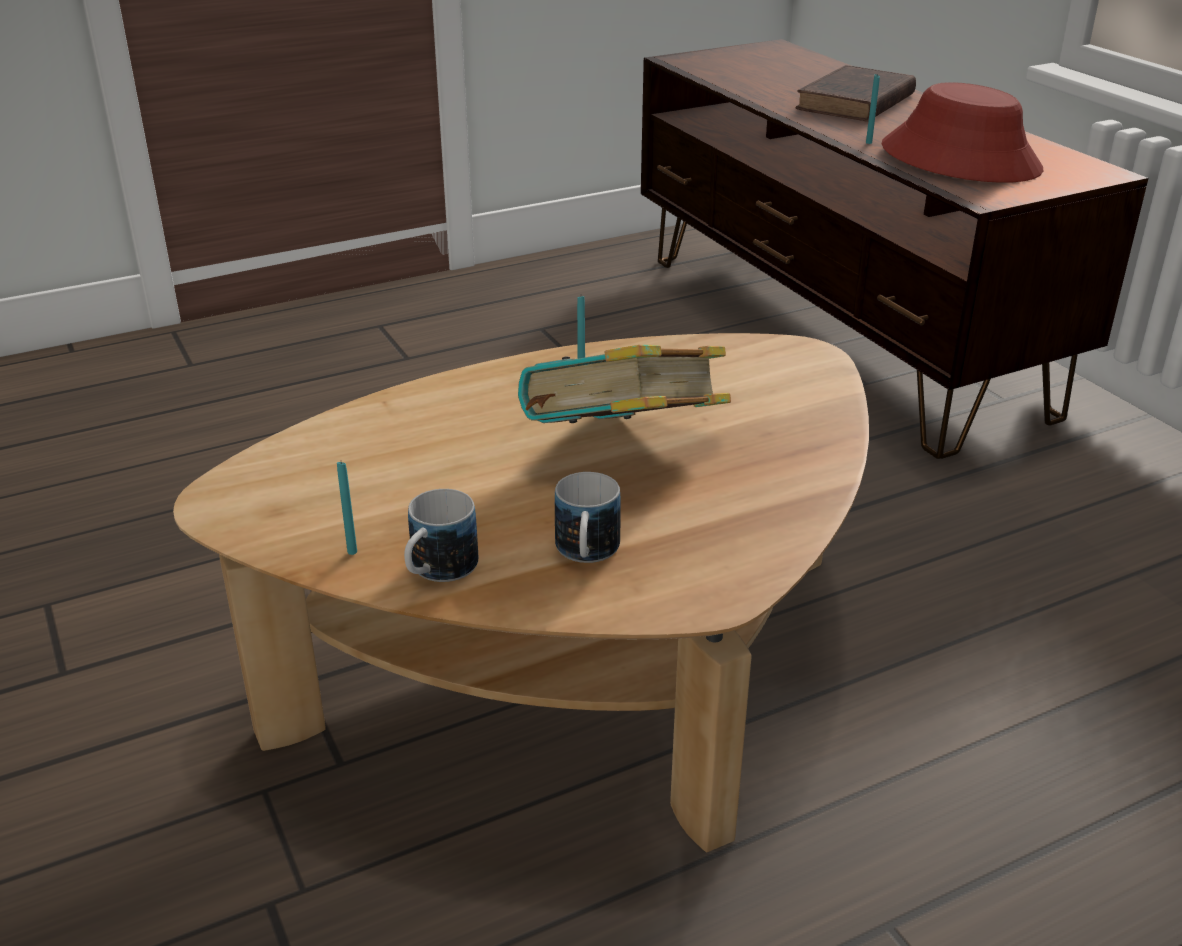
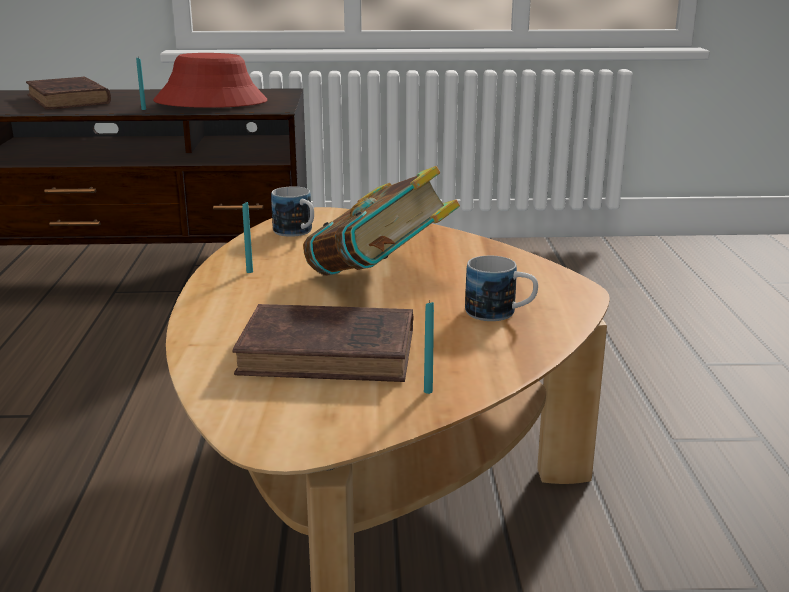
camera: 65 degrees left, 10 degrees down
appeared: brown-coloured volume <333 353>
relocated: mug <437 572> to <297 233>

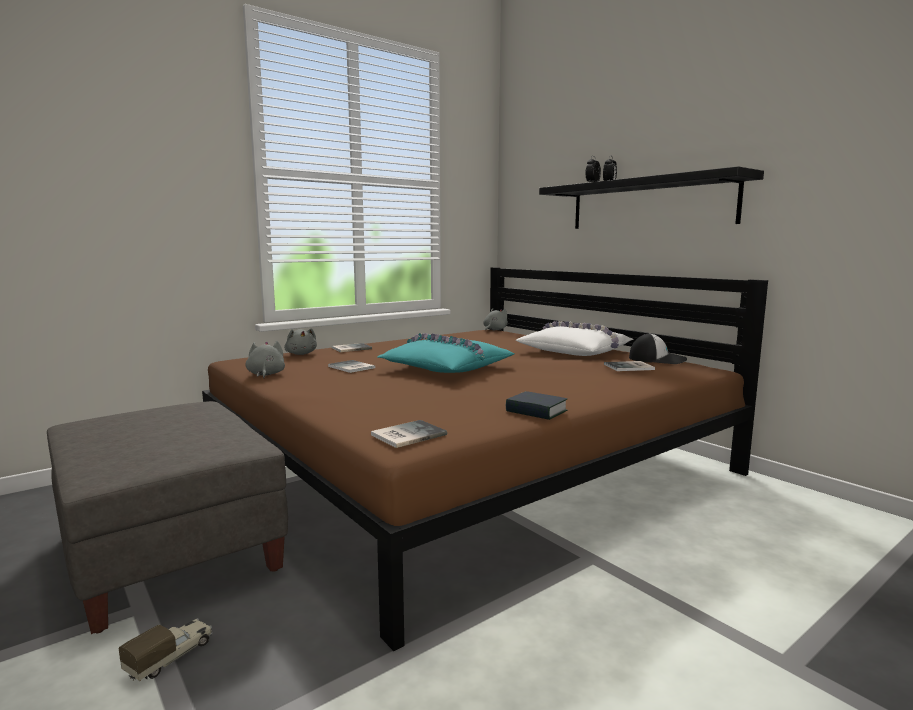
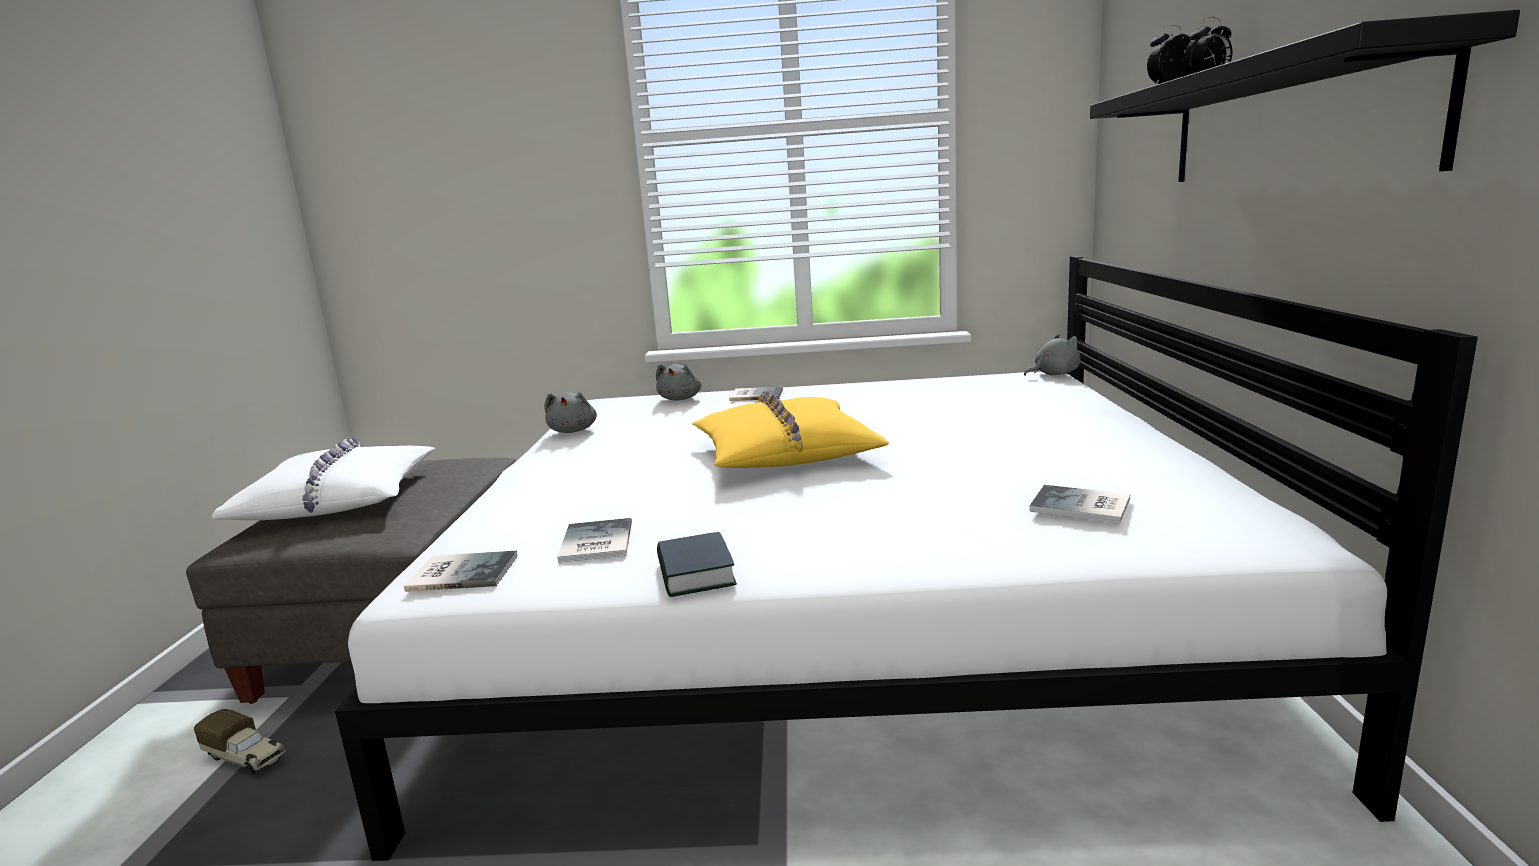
camera: 40 degrees right, 5 degrees up
missing: cap <657 359>
relocated: white throw pillow <575 351> to <339 499>; volume <351 367> to <593 543>
colour: brown-coloured bedroom bed <467 463> to white bedroom bed <843 609>; turquoise-coloured throw pillow <445 368> to yellowish throw pillow <784 453>
spun: toy truck <171 657> = <246 758> 45 degrees clockwise; grey plush toy <265 374> = <573 431> 150 degrees clockwise

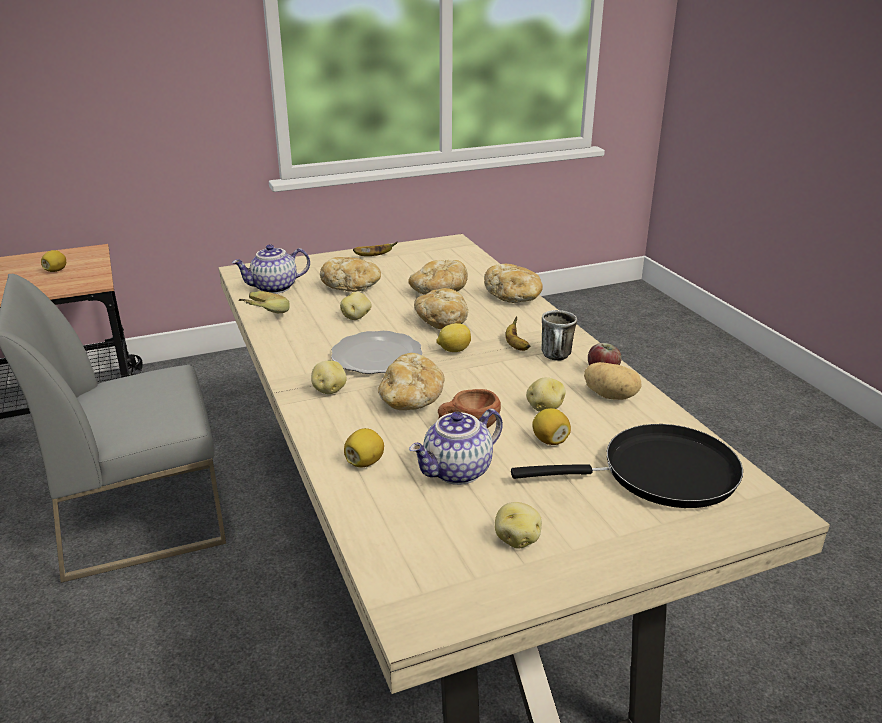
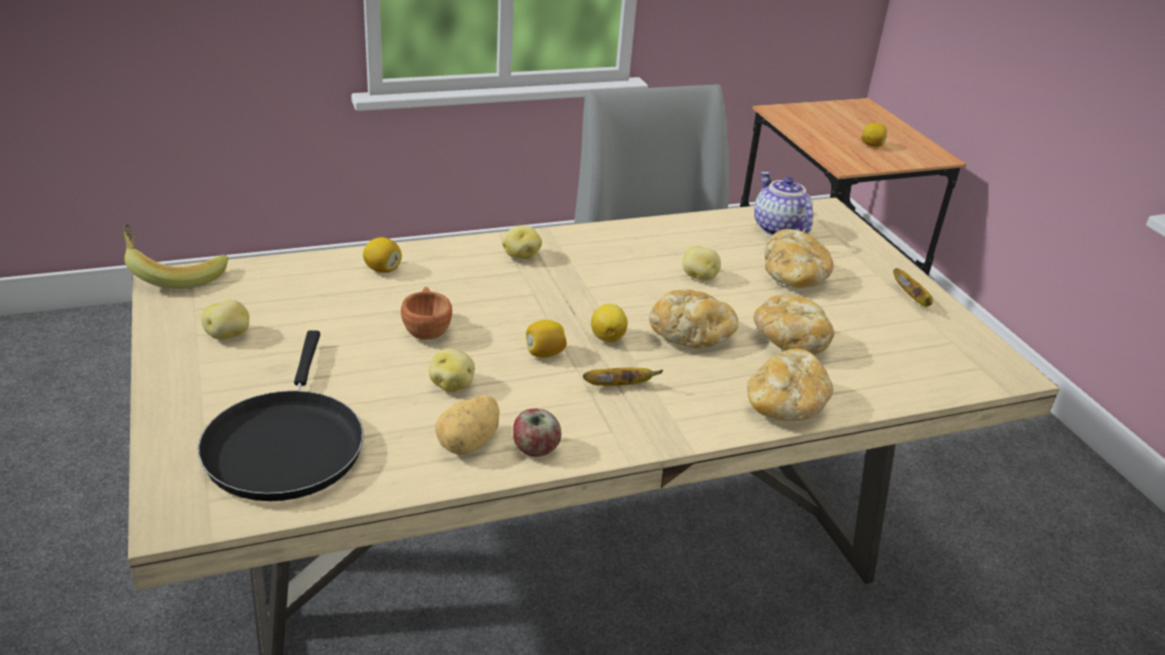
camera: 90 degrees right, 5 degrees up
missing: plate <375 356>; bakery bread <411 400>; tea pot <458 472>; mug <557 358>
relocated: whole banana <258 317> to <174 273>; citrus fruit <550 440> to <544 353>

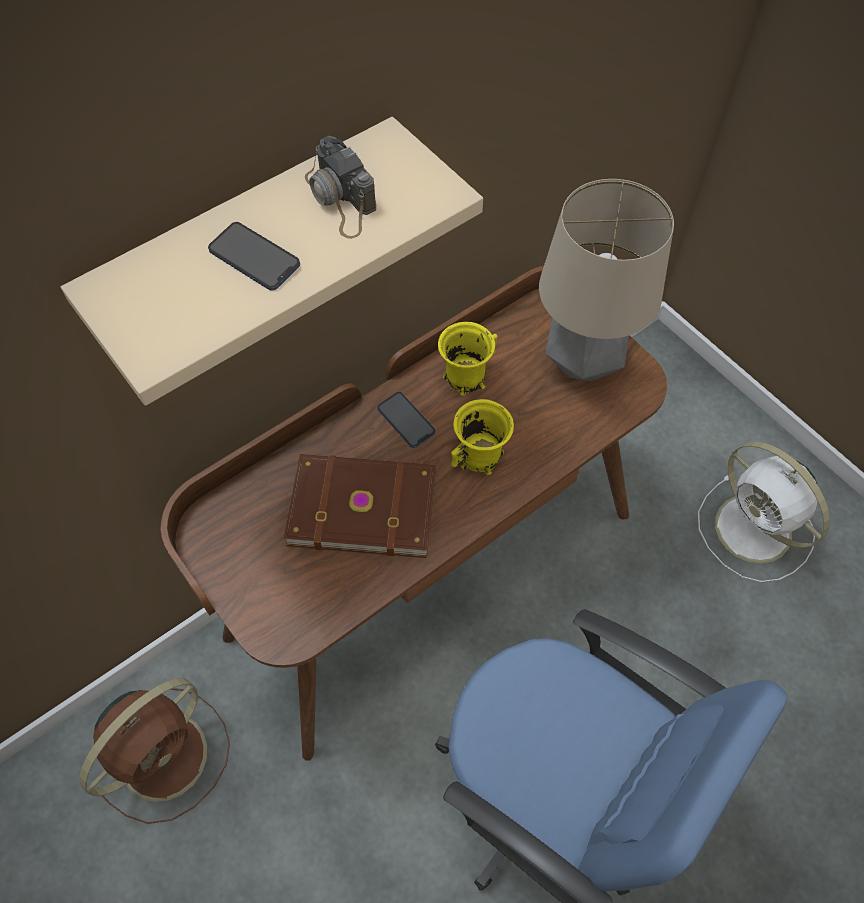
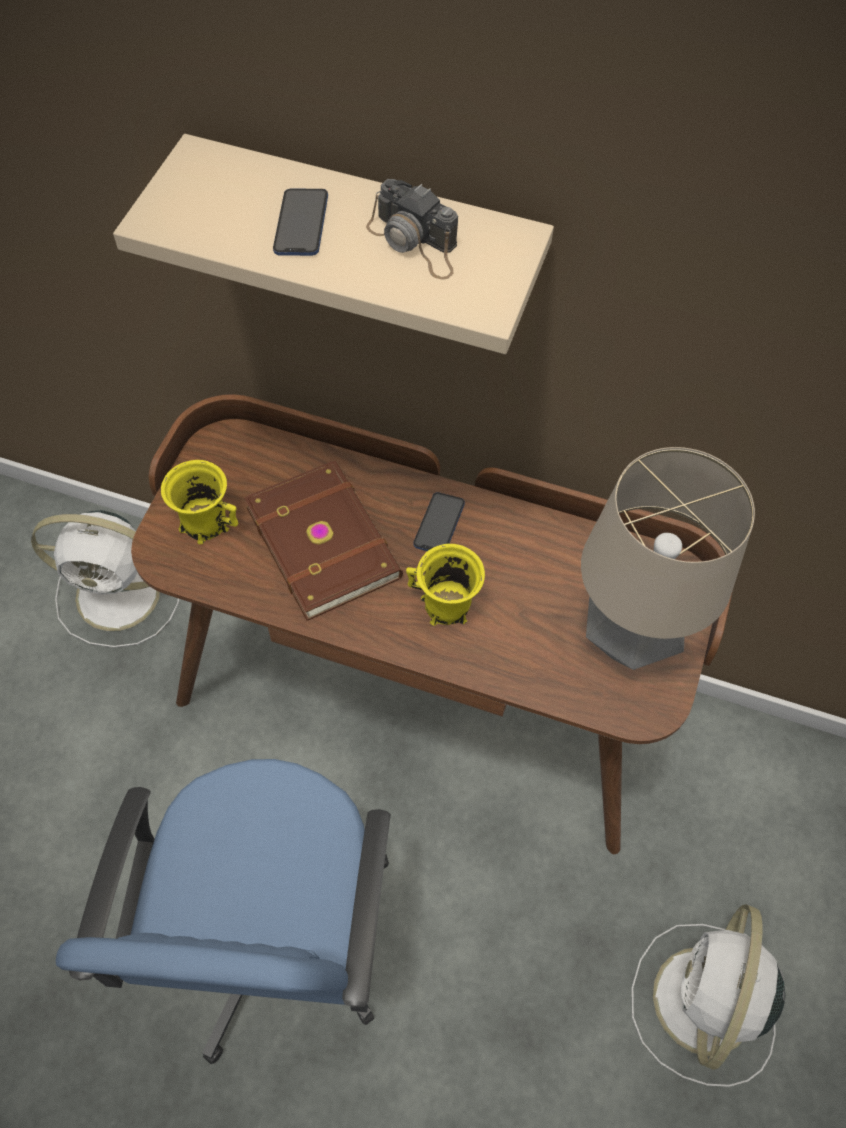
camera: 55 degrees right, 0 degrees up
relocated: yellowish mug <464 377> to <205 522>
colour: brown-coloured cooling fan <167 752> to white cooling fan <122 594>
spun: still camera <340 199> = <415 243> 75 degrees counterclockwise

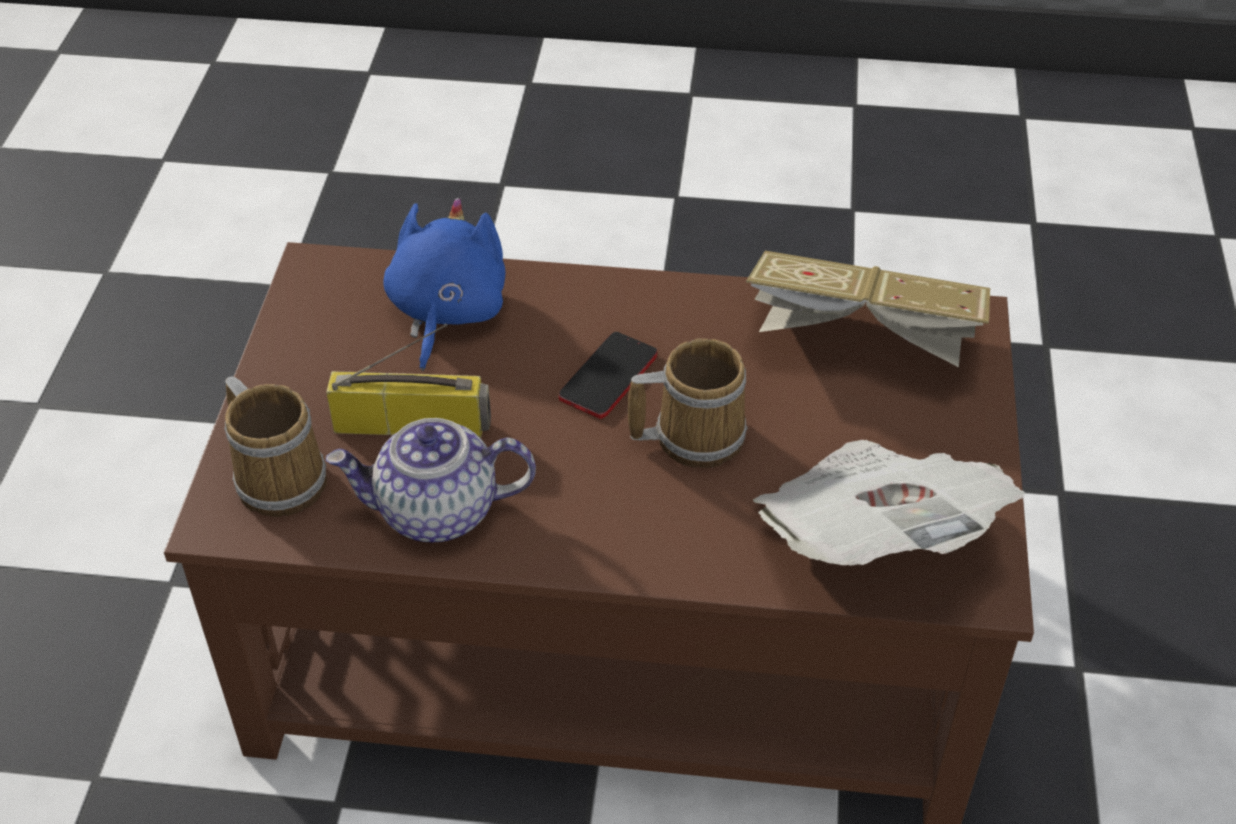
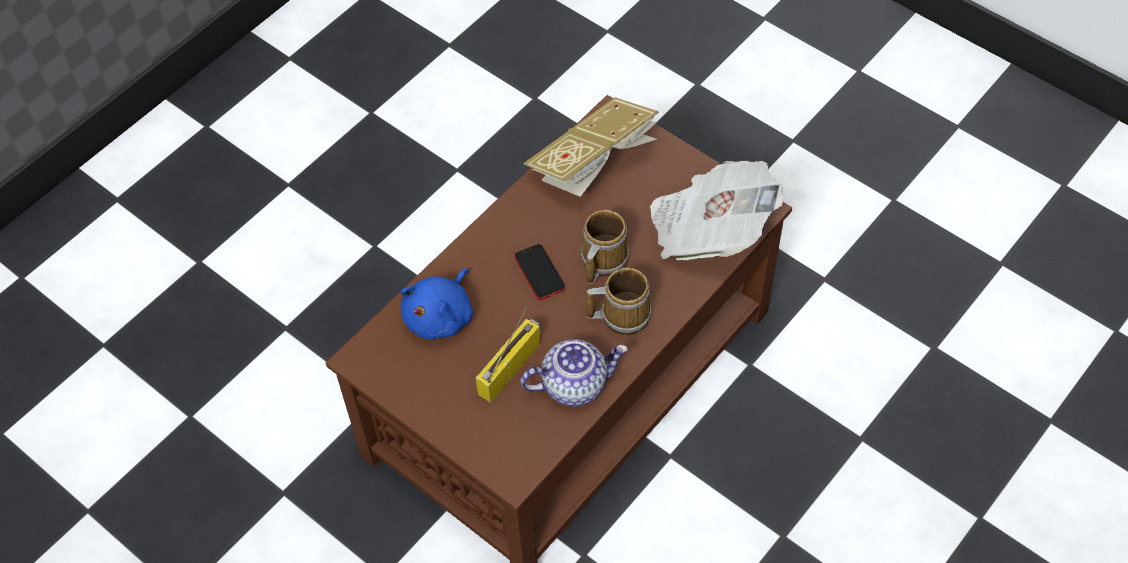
camera: 55 degrees left, 10 degrees up
relocated: mug <280 477> to <622 314>
spun: blue plush toy <446 312> = <441 316> 105 degrees counterclockwise; tea pot <436 512> = <574 384> 135 degrees counterclockwise

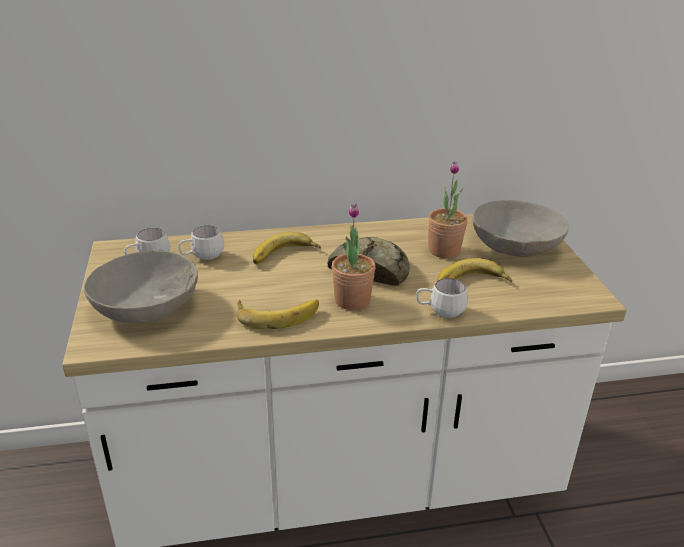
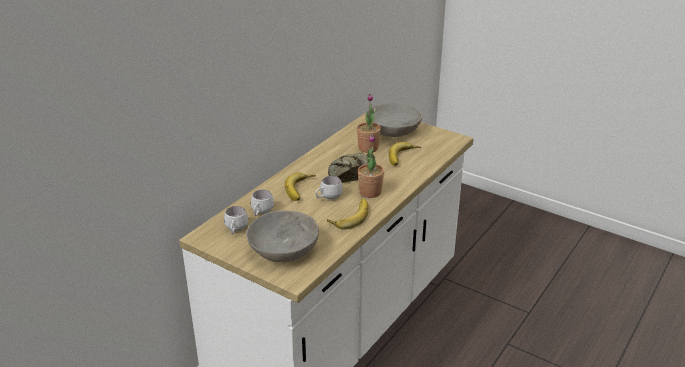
camera: 45 degrees left, 0 degrees up
relocated: white mug <440 311> to <328 198>

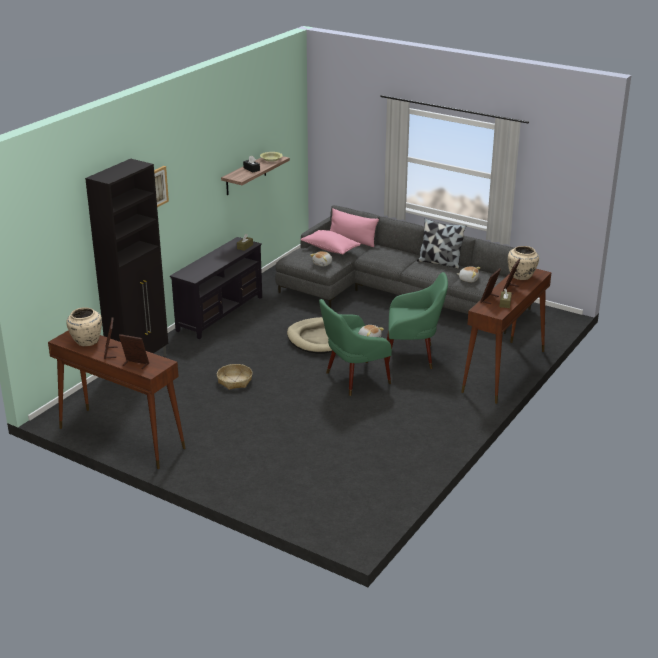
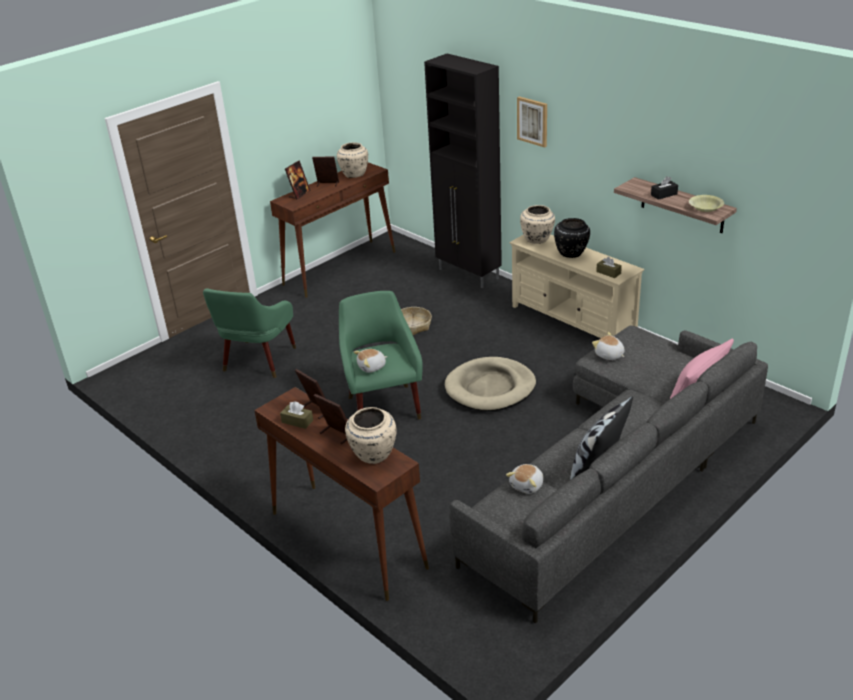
camera: 105 degrees right, 5 degrees up
missing: pink throw pillow <330 249>
appeared: sand-coloured vase <537 240>; black-coloured vase <571 253>
relocated: greenish lounge chair <413 356> to <257 362>
colour: black-coloured media console <220 314> to sand-coloured media console <573 321>

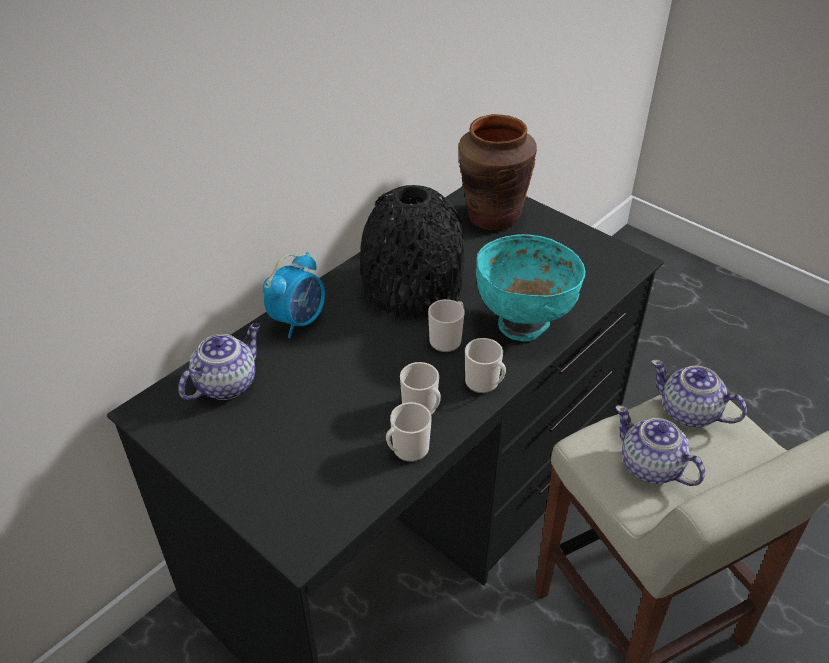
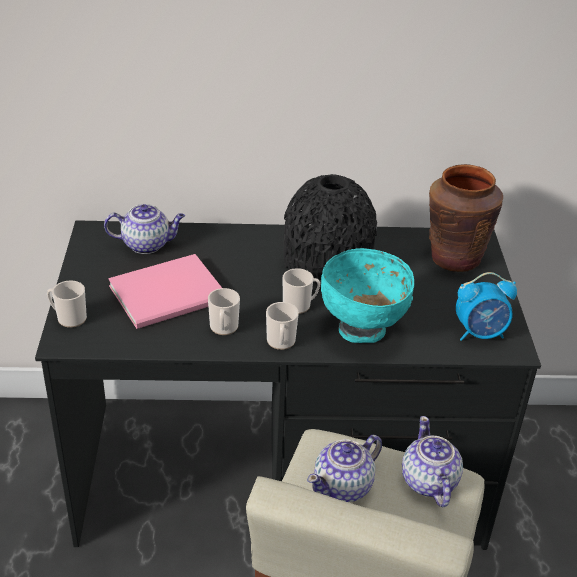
camera: 45 degrees right, 5 degrees down
appeared: pink volume <171 294>
relocated: mug <407 450> to <69 318>; alarm clock <299 320> to <480 333>
spun: tea pot <651 467> = <344 486> 135 degrees counterclockwise

